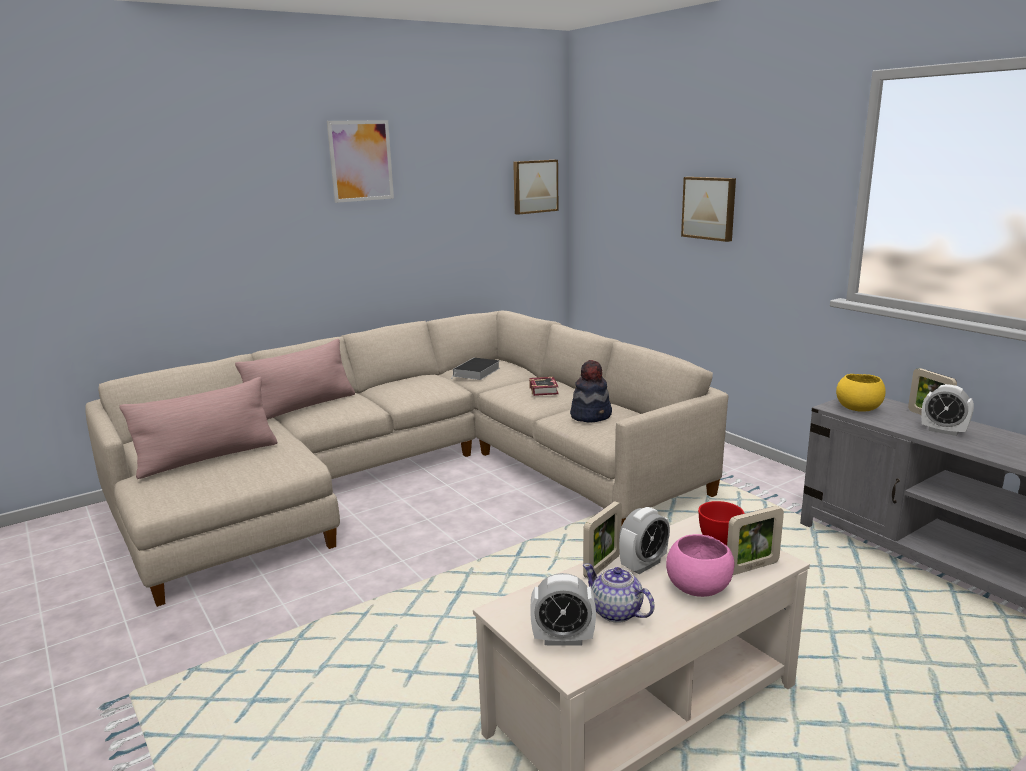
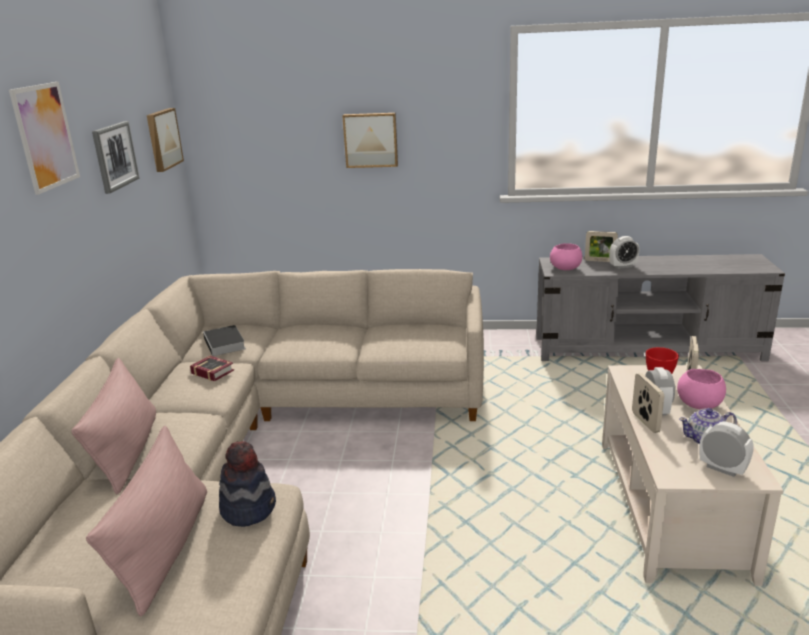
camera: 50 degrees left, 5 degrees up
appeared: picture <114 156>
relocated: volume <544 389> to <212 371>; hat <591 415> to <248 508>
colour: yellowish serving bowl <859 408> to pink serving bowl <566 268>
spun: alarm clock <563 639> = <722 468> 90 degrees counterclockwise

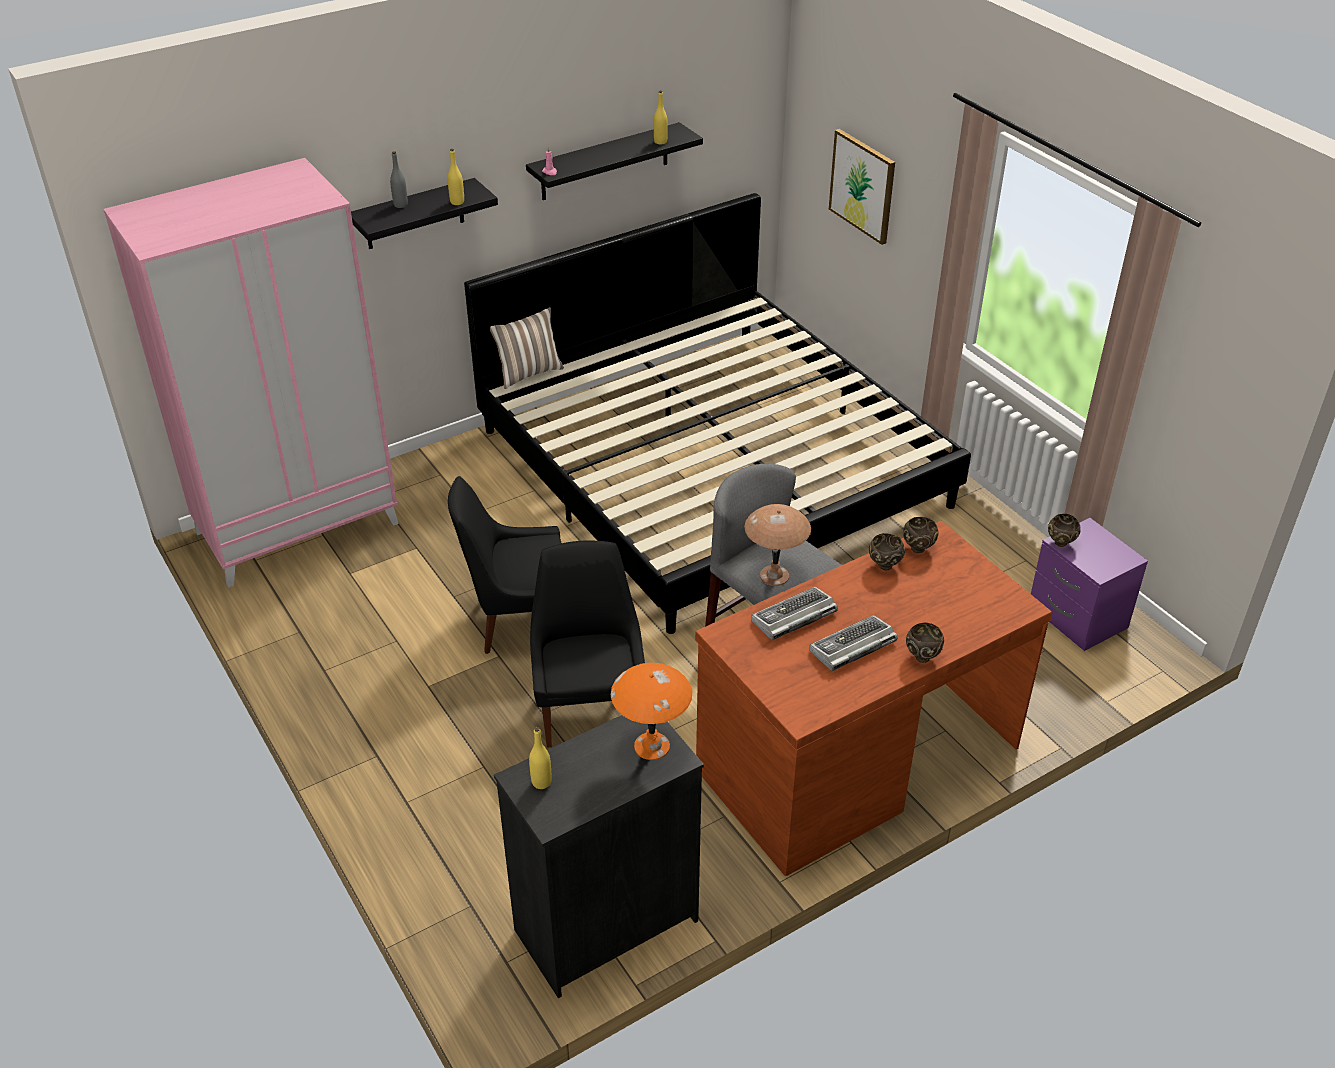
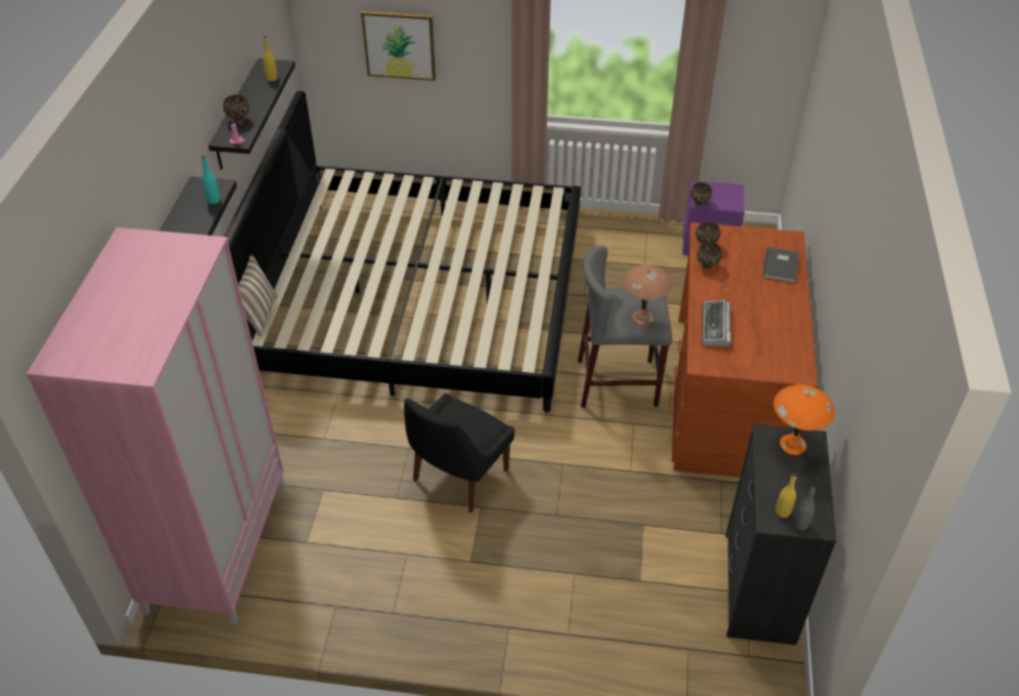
camera: 50 degrees left, 5 degrees up
missing: black-coloured plain chair <590 708>; keyboard <852 648>
appeared: grey volume <781 266>
relocated: brown-coloured serving bowl <922 656> to <238 120>; grey beverage bottle <400 205> to <801 524>
colour: yellowish beverage bottle <457 202> to turquoise-coloured beverage bottle <214 200>

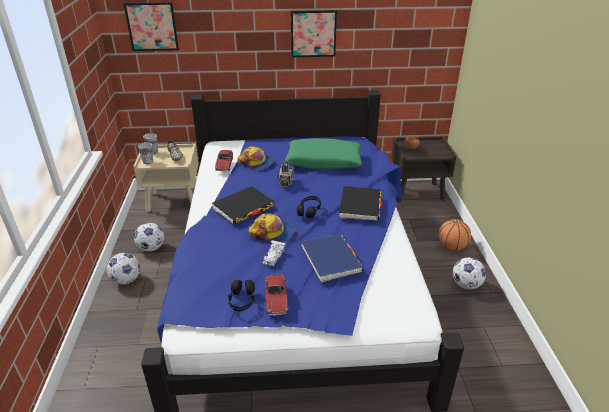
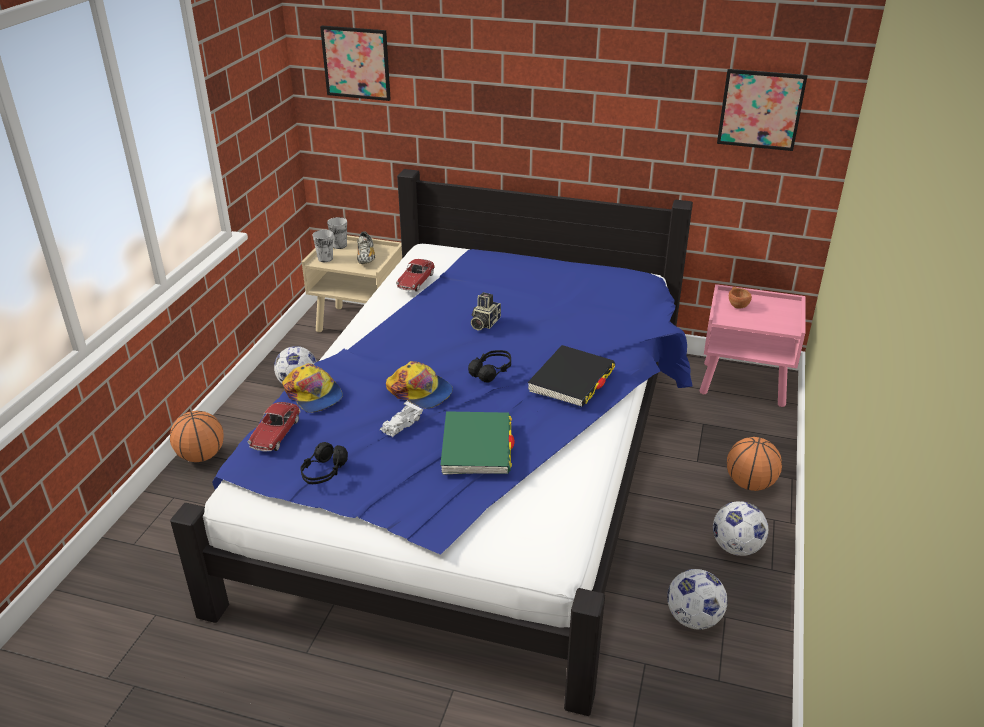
camera: 20 degrees right, 0 degrees up
missing: black-coloured volume <243 207>; greenish throw pillow <324 162>
appeared: ball for basketball <201 456>
relocated: model car <276 299> to <275 434>; cap <256 162> to <313 394>; football <126 280> to <693 618>; picture <313 34> to <760 109>
colour: blue volume <331 259> to greenish volume <476 446>; brown-coloured night table <417 192> to pink night table <744 384>

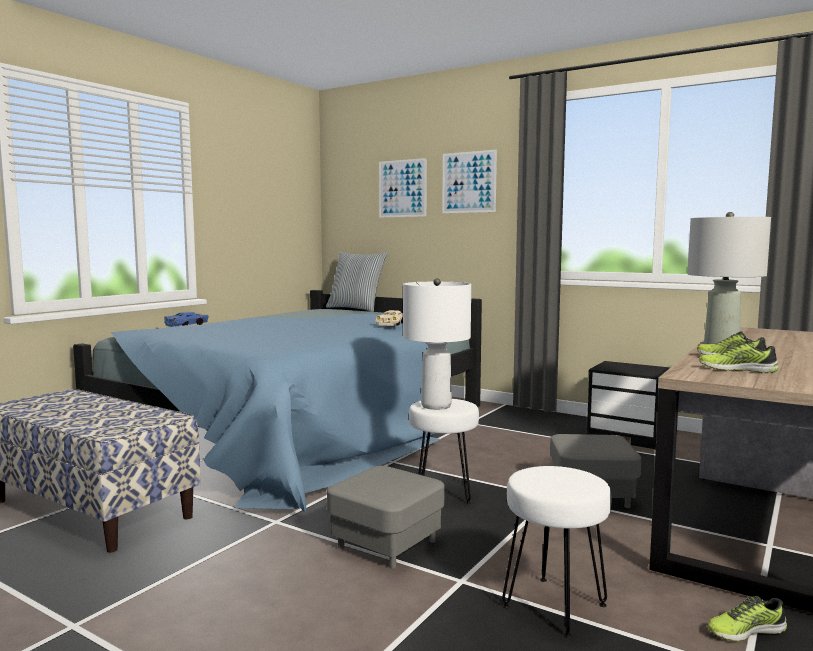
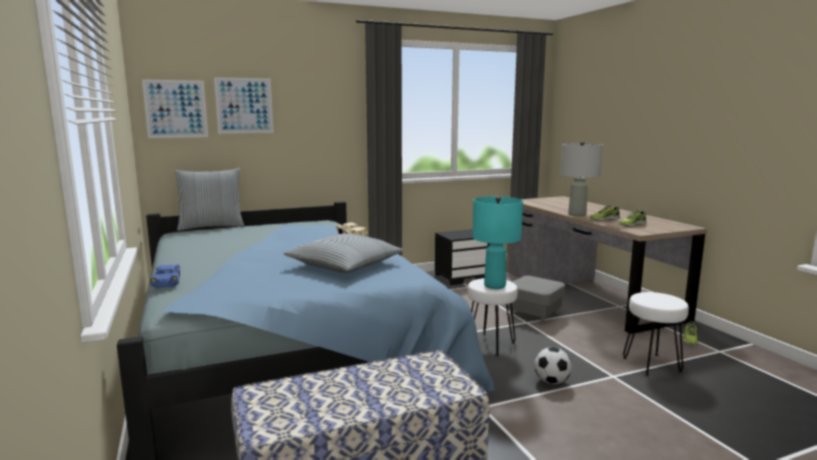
camera: 55 degrees left, 5 degrees up
appeared: throw pillow <345 265>
relocated: picture <469 182> to <176 109>
exchanged: grey footrest <386 544> to football <551 381>
colour: white table lamp <435 406> to turquoise-coloured table lamp <494 286>

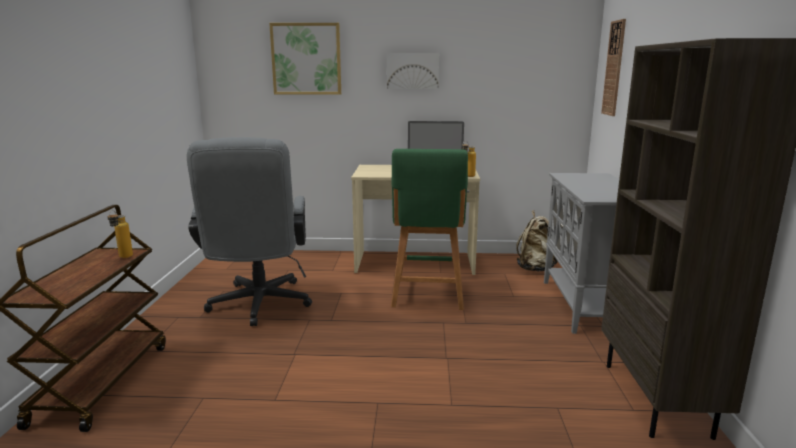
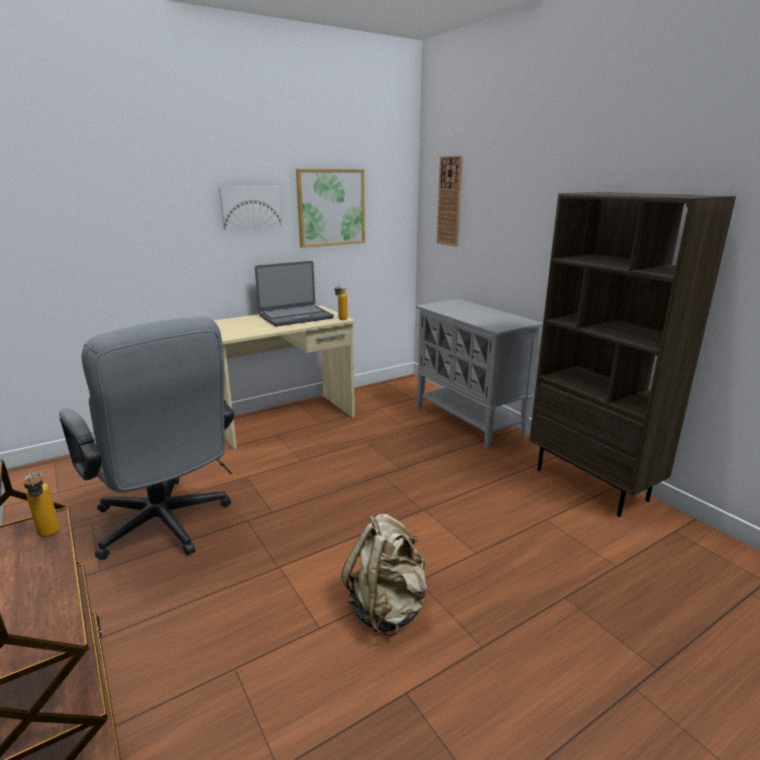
camera: 35 degrees left, 5 degrees up
missing: greenish stool seat <427 296>
relocated: picture <306 59> to <331 207>; sand-coloured rucksack <536 268> to <387 608>

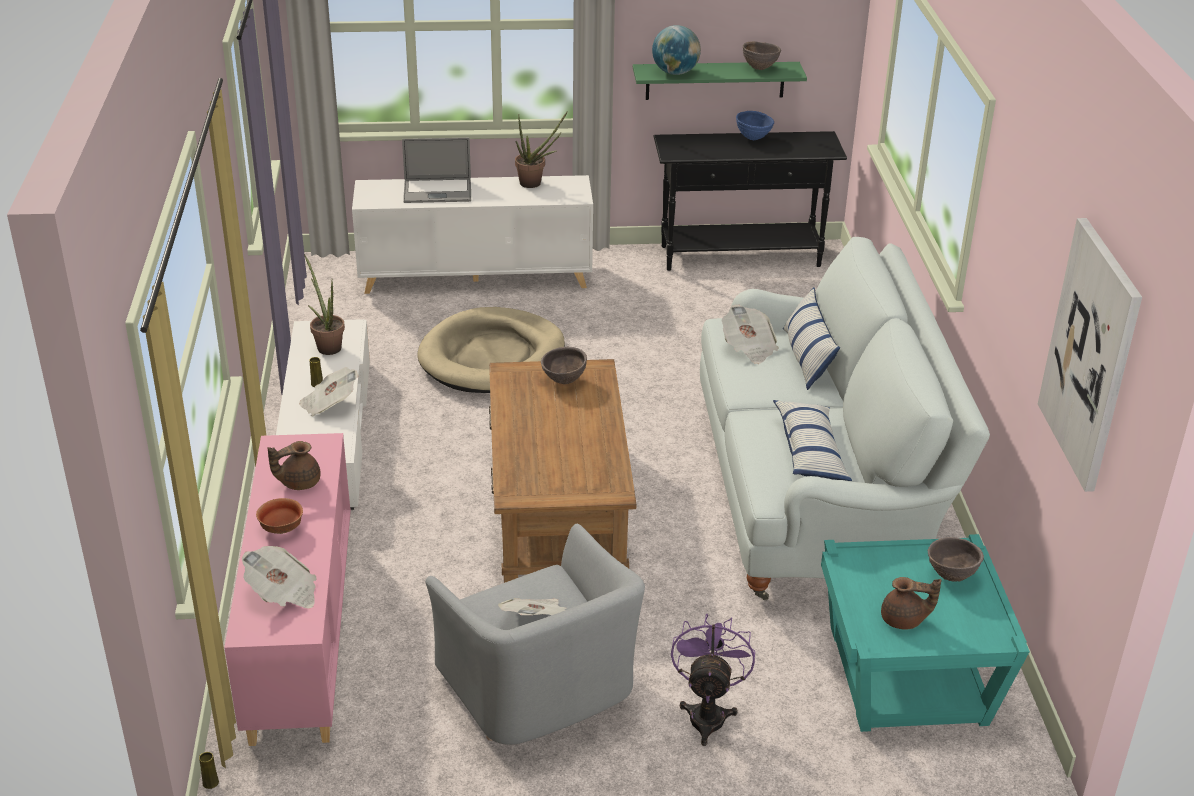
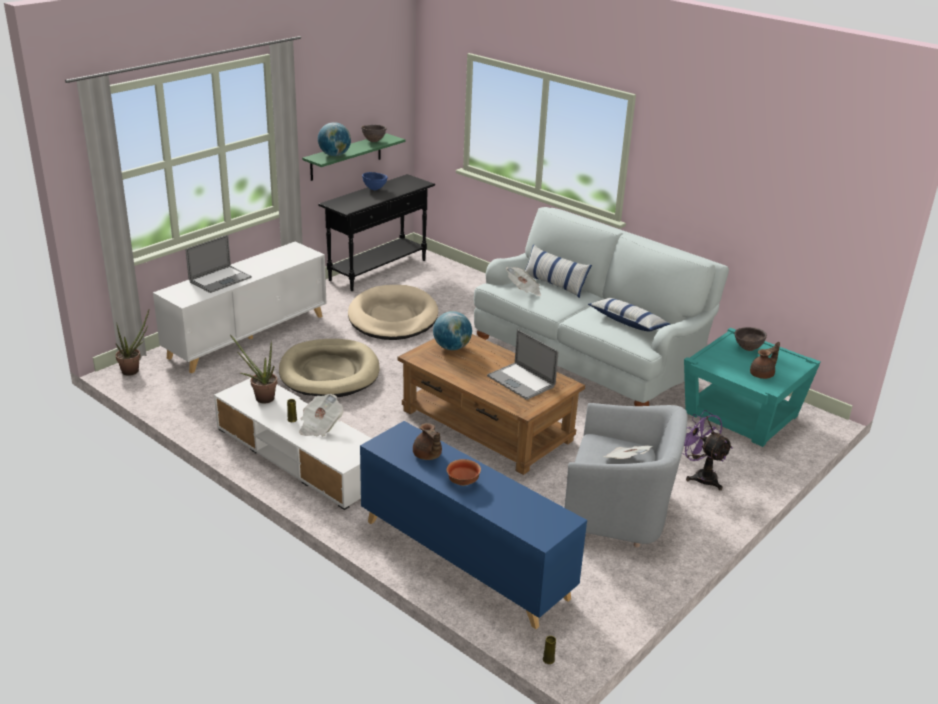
camera: 45 degrees left, 5 degrees down
missing: newspaper <283 593>; picture <1091 354>
appeared: sand-coloured dog bed <393 318>; notebook computer <521 381>
relocated: potted plant <535 183> to <134 370>
exchanged: brown-coloured serving bowl <564 381> to desk globe <452 347>
colour: pink storage cabinet <301 631> to blue storage cabinet <464 558>
spun: brown-coloured tea pot <298 482> = <427 456> 45 degrees counterclockwise

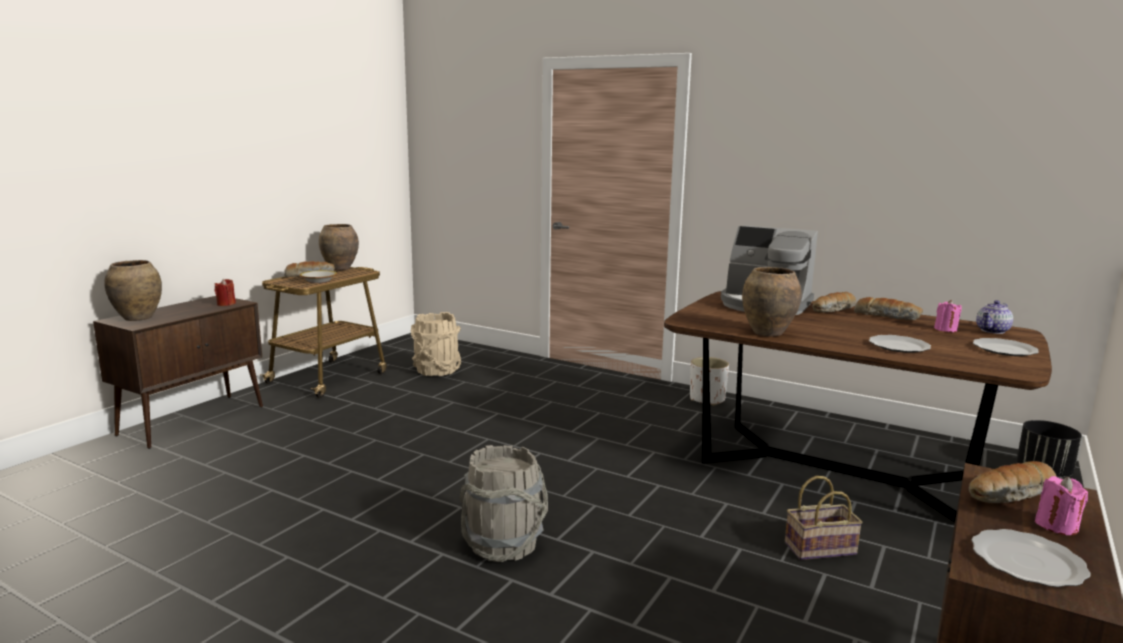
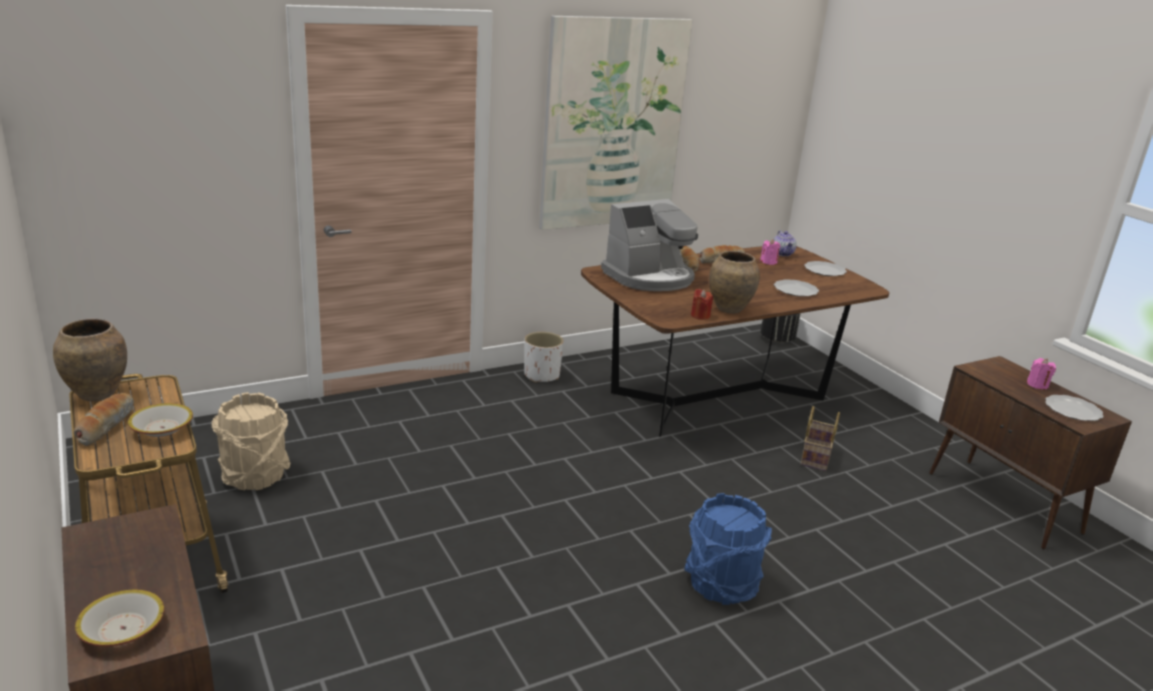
camera: 60 degrees left, 10 degrees up
missing: bakery bread <1011 495>
appeared: picture <613 124>
relocated: red wax candle <226 304> to <700 316>
exchanged: brown-coloured vase <138 318> to serving bowl <123 629>
colour: grey water bucket <504 544> to blue water bucket <721 584>

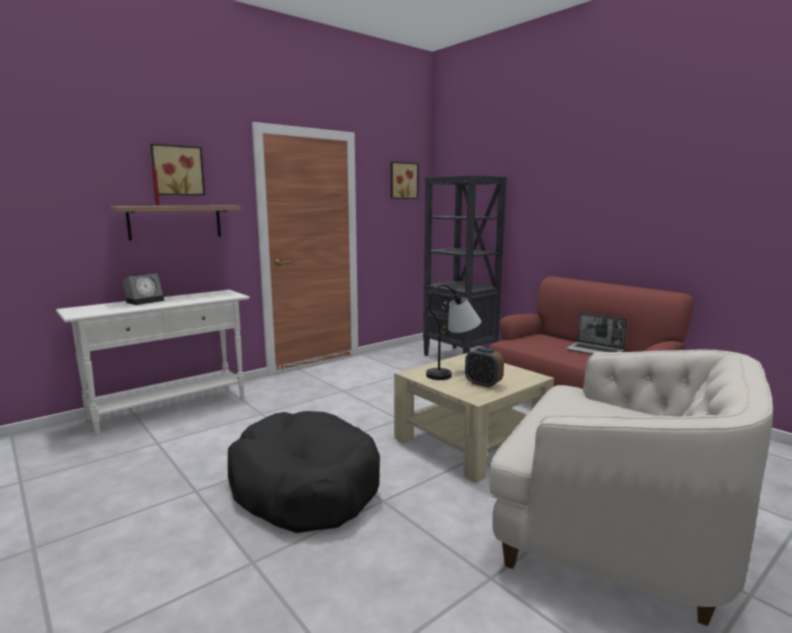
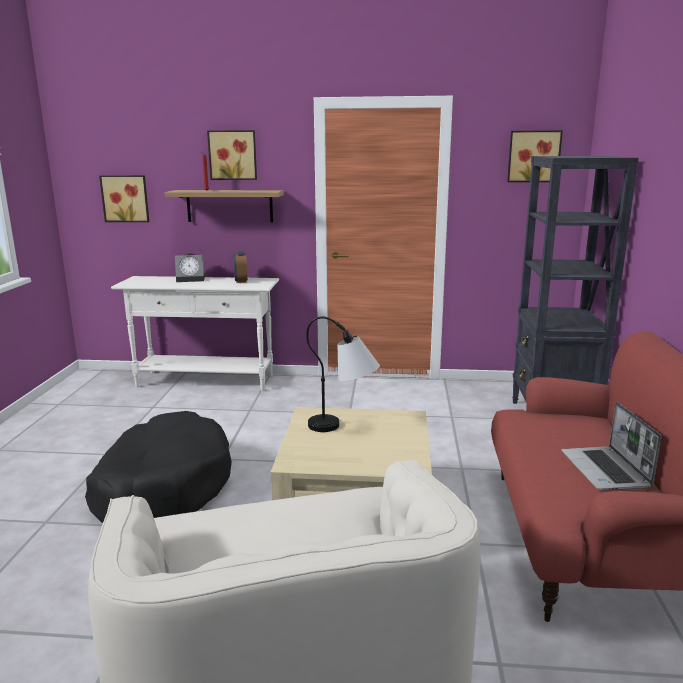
camera: 45 degrees right, 5 degrees up
appeared: picture <126 198>
relocated: alarm clock <483 384> to <241 281>

